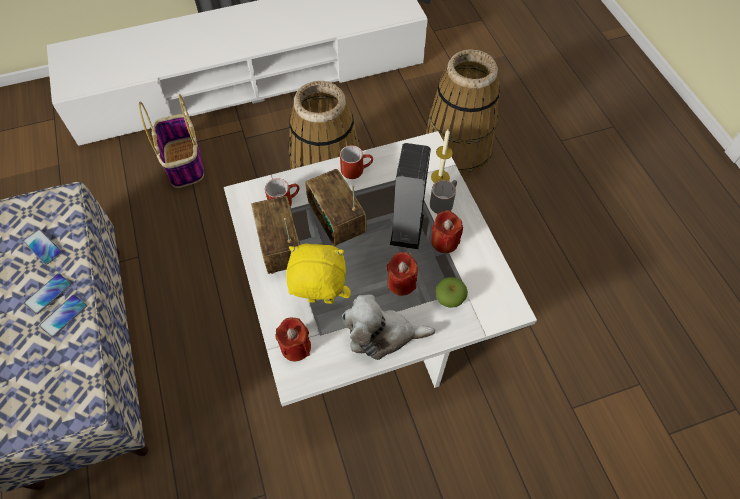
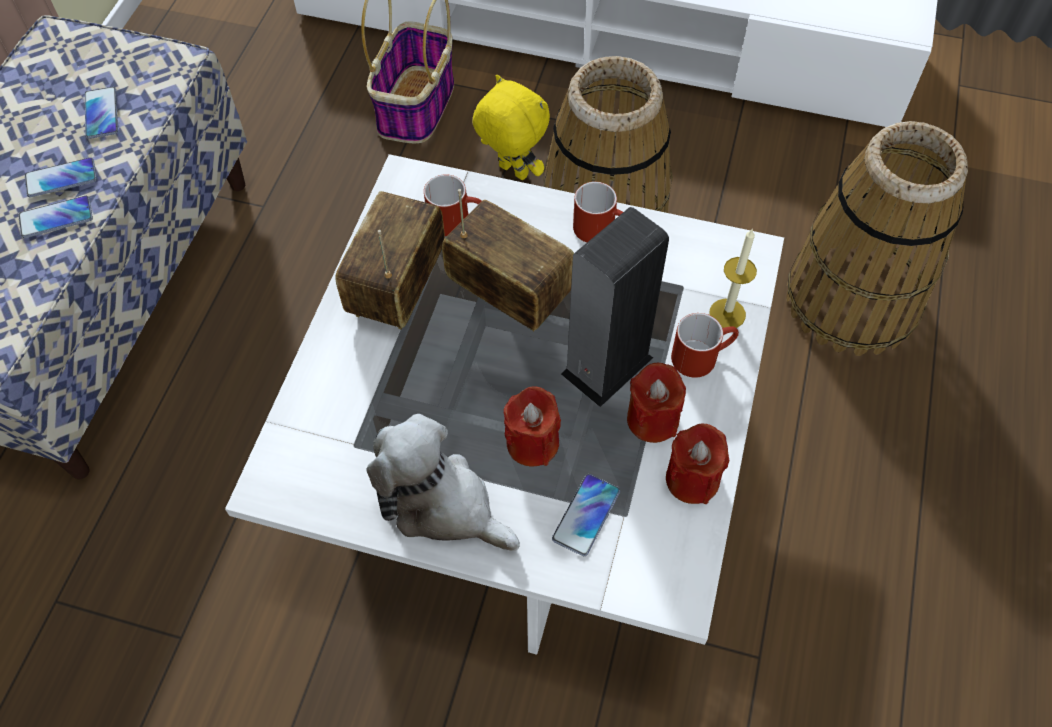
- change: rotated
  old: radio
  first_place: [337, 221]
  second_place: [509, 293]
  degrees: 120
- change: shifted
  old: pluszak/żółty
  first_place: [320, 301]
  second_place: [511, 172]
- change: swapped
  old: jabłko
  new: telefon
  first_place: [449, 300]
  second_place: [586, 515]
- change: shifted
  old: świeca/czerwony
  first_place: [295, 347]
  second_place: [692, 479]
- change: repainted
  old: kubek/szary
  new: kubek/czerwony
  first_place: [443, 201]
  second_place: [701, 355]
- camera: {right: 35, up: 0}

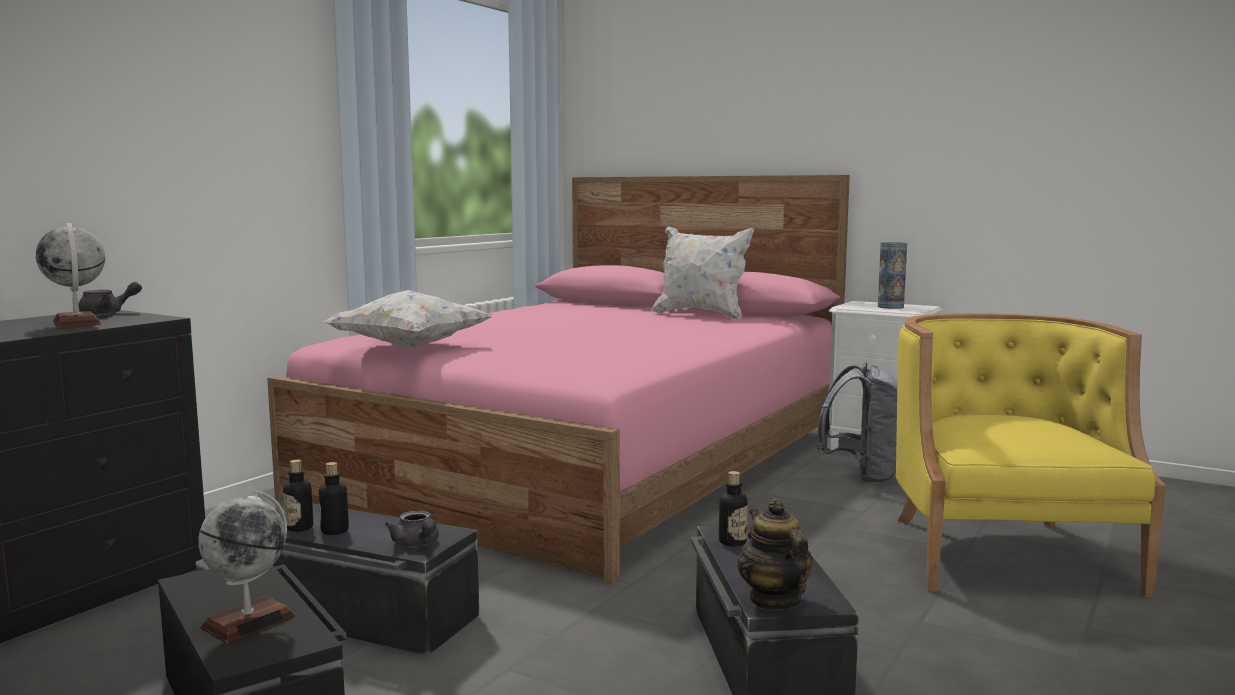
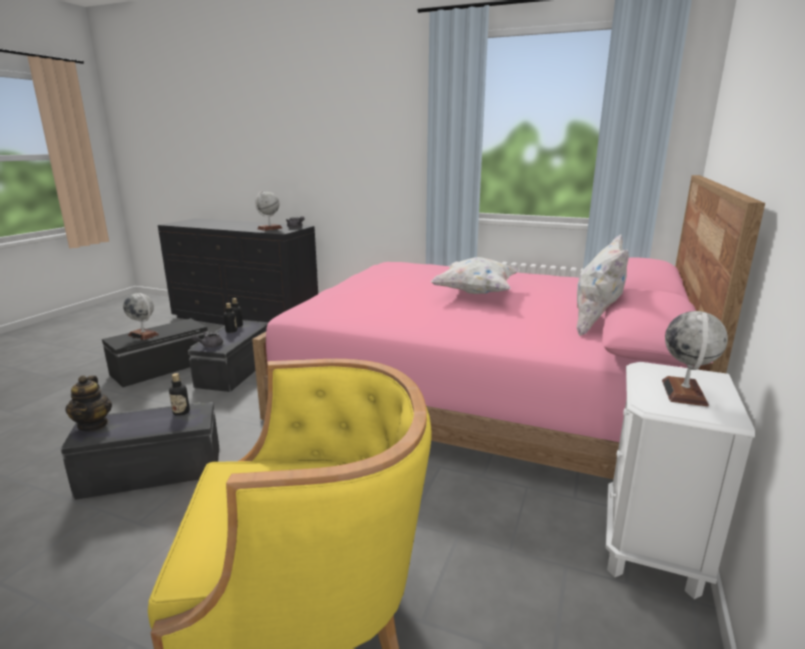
- change: rotated
  old: imbryk
  first_place: [773, 600]
  second_place: [93, 424]
  degrees: 105
- change: shifted
  old: poduszka/biały
  first_place: [409, 347]
  second_place: [476, 293]
- change: swapped
  old: wazon
  new: globus
  first_place: [890, 307]
  second_place: [684, 393]
- change: gone
  old: plecak/szary
  first_place: [863, 476]
- camera: {right: 80, up: 10}

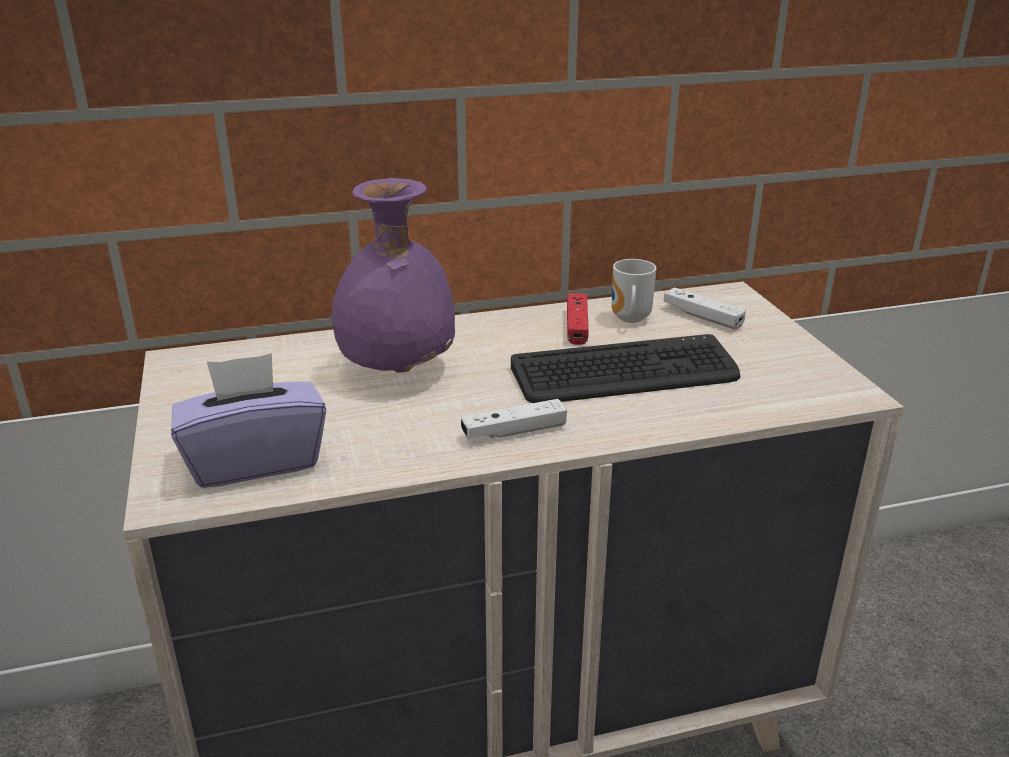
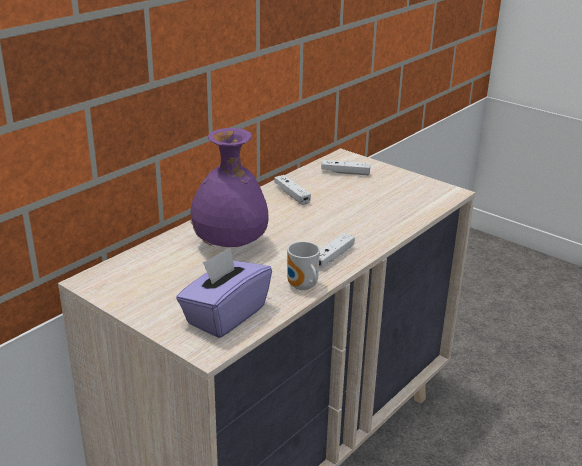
- change: repainted
  old: pad do gier/czerwony
  new: pad do gier/biały
  first_place: [577, 326]
  second_place: [292, 195]
- change: shifted
  old: kubek
  first_place: [628, 319]
  second_place: [302, 287]
- change: gone
  old: klawiatura
  first_place: [625, 373]
- camera: {right: -35, up: 0}

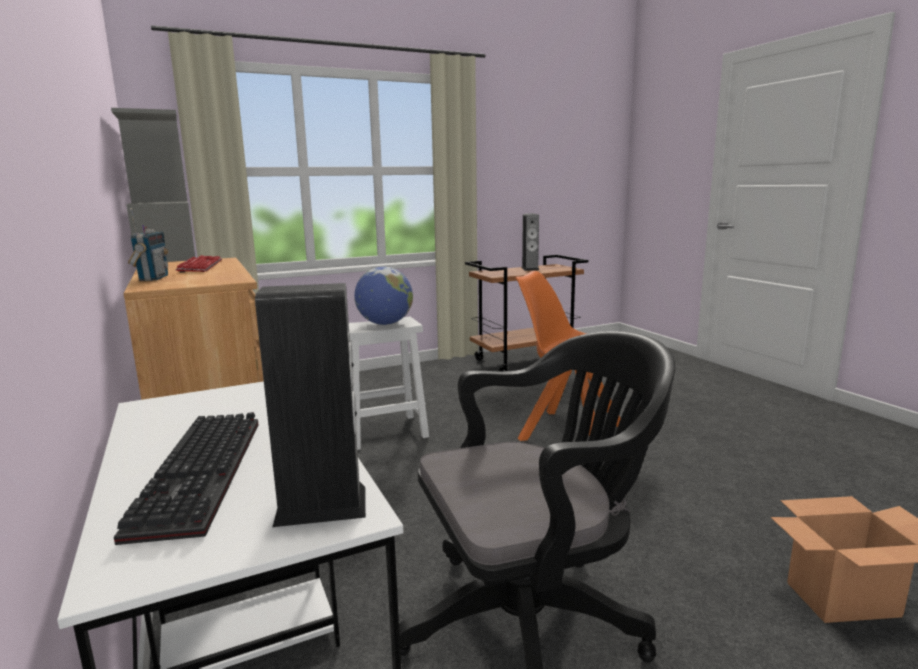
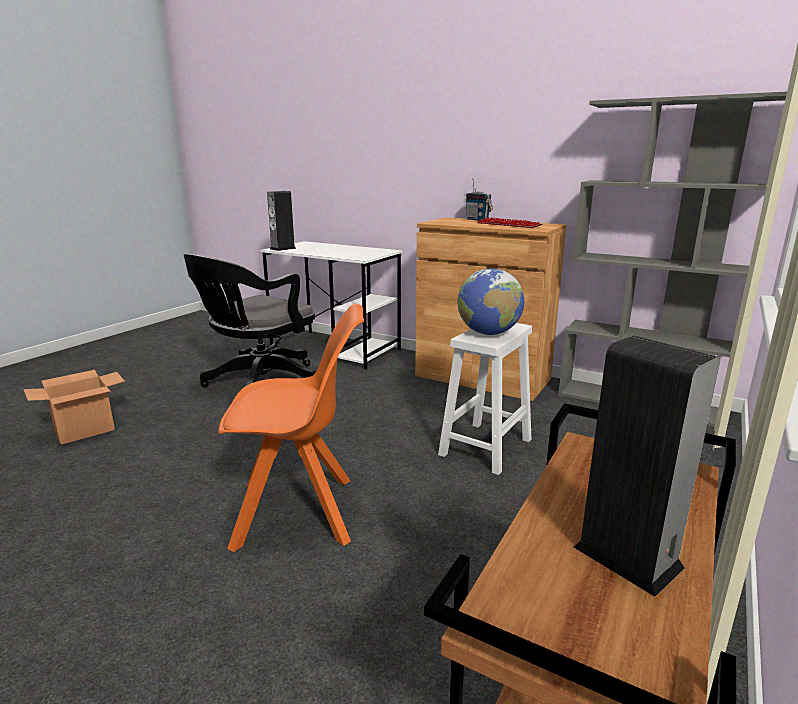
- change: gone
  old: klawiatura
  first_place: [204, 475]
- camera: {right: 145, up: 5}

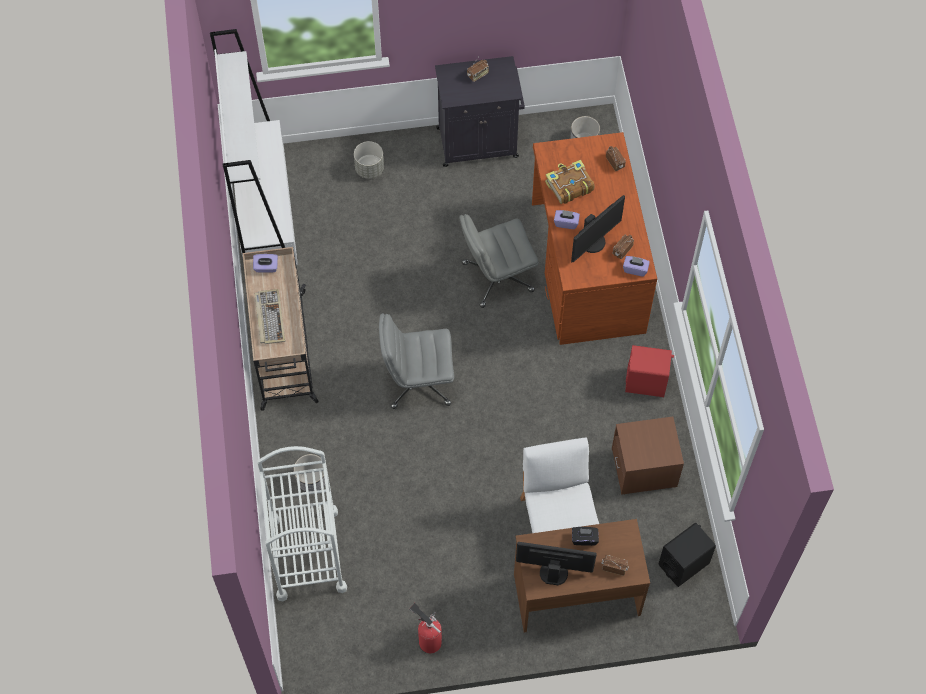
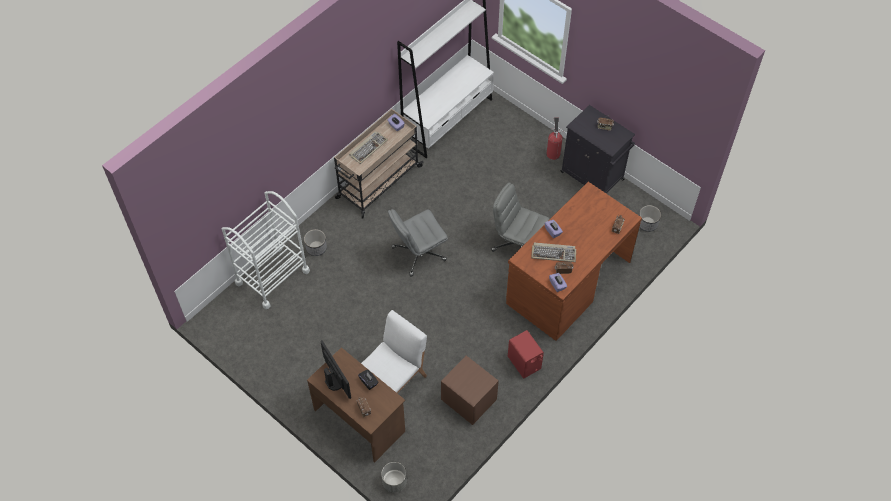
- change: shifted
  old: donica/szary
  first_place: [369, 169]
  second_place: [394, 482]
- change: rotated
  old: krzesło biurowe/szary
  first_place: [418, 381]
  second_place: [418, 254]
  degrees: -75
- change: swapped
  old: monitor
  new: klawiatura
  first_place: [593, 242]
  second_place: [554, 253]
- change: shifted
  old: gaśnica
  first_place: [428, 640]
  second_place: [553, 152]
- change: gone
  old: książka
  first_place: [568, 186]
- change: gone
  old: głośnik/czarny
  first_place: [684, 564]
- camera: {right: 50, up: -5}

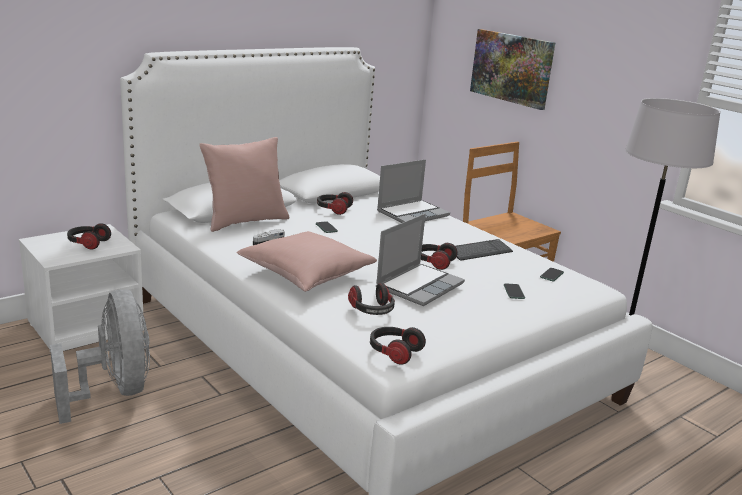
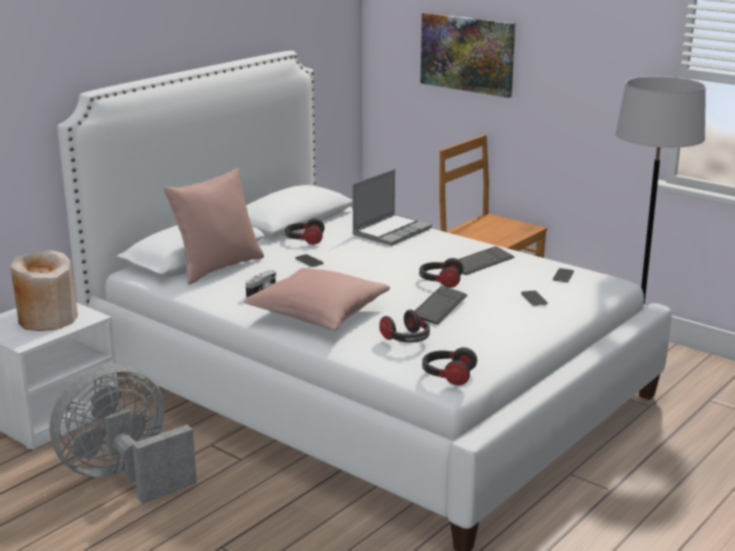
- change: swapped
  old: słuchawki
  new: wazon/beżowy
  first_place: [87, 243]
  second_place: [47, 319]
- change: rotated
  old: wentylator/szary
  first_place: [113, 392]
  second_place: [124, 476]
  degrees: -90
- change: swapped
  old: laptop
  new: klawiatura
  first_place: [419, 285]
  second_place: [439, 307]
- camera: {right: -10, up: 0}

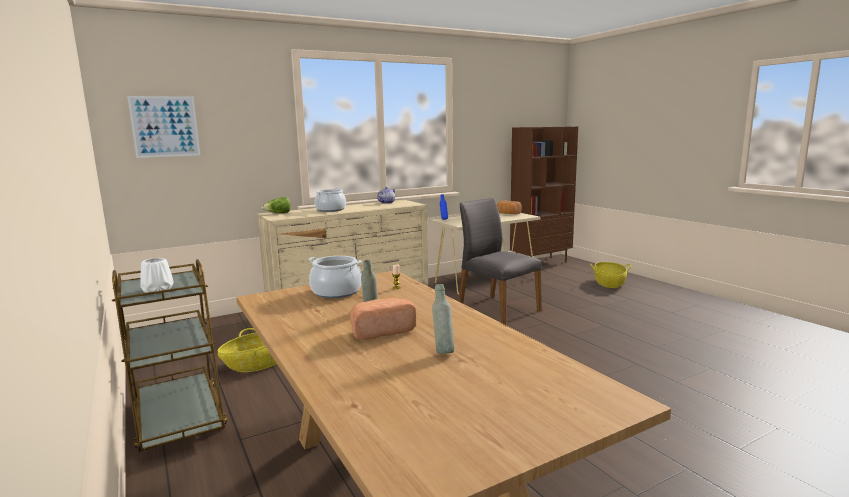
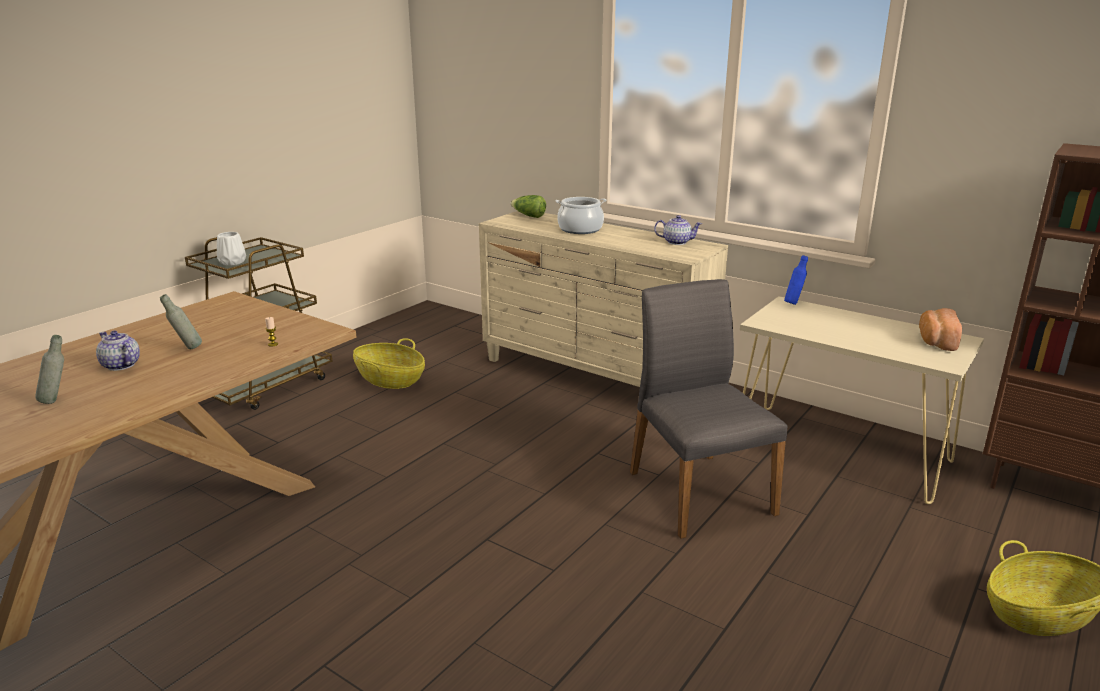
- change: swapped
  old: chleb
  new: imbryk
  first_place: [381, 331]
  second_place: [120, 365]
- change: rotated
  old: krzesło/szary
  first_place: [497, 309]
  second_place: [697, 492]
  degrees: -45
- change: gone
  old: obraz
  first_place: [165, 126]
- change: gone
  old: garnek
  first_place: [336, 292]
- camera: {right: 65, up: 10}

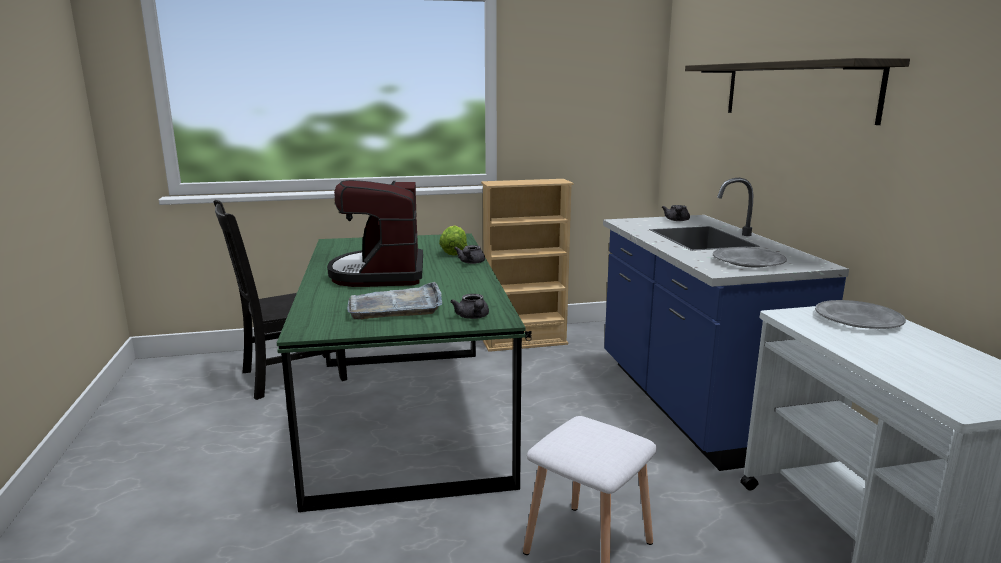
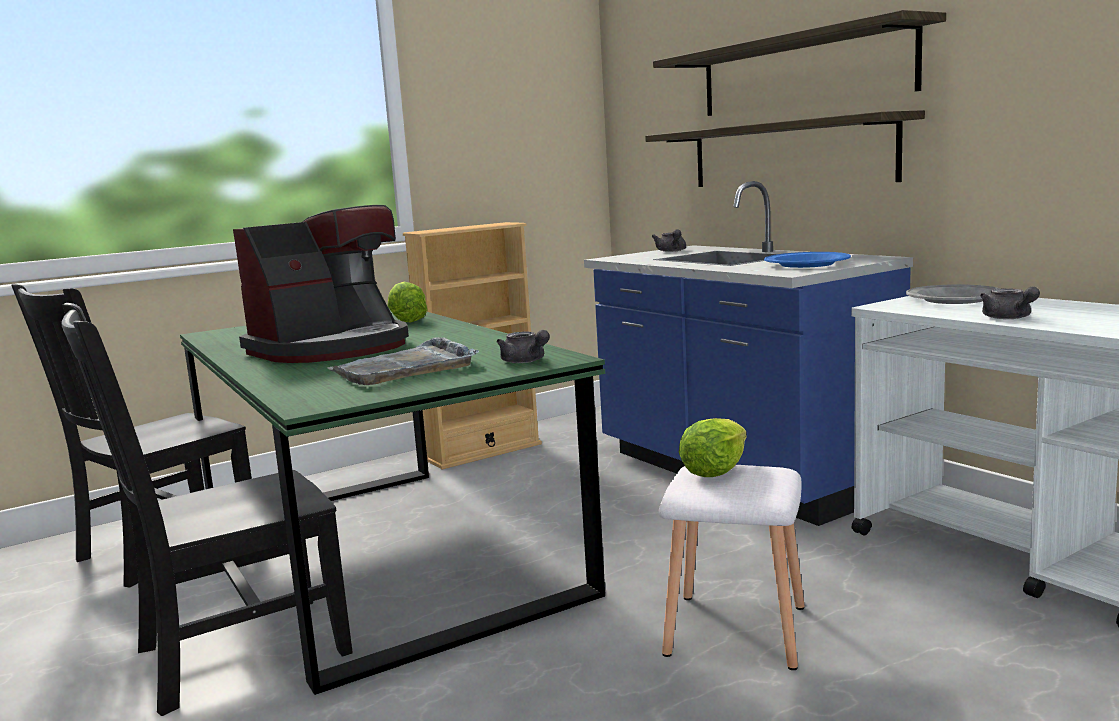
- change: new
  new: krzesło/czarny
  second_place: [234, 653]
- change: rotated
  old: ekspres do kawy
  first_place: [380, 274]
  second_place: [332, 348]
  degrees: -105
- change: new
  new: półka
  second_place: [788, 154]
- change: new
  new: sałata
  second_place: [714, 471]
- change: repainted
  old: talerz/szary
  new: talerz/niebieski
  first_place: [748, 262]
  second_place: [807, 264]
- change: shifted
  old: imbryk/szary
  first_place: [470, 262]
  second_place: [1009, 318]
- camera: {right: -20, up: -5}

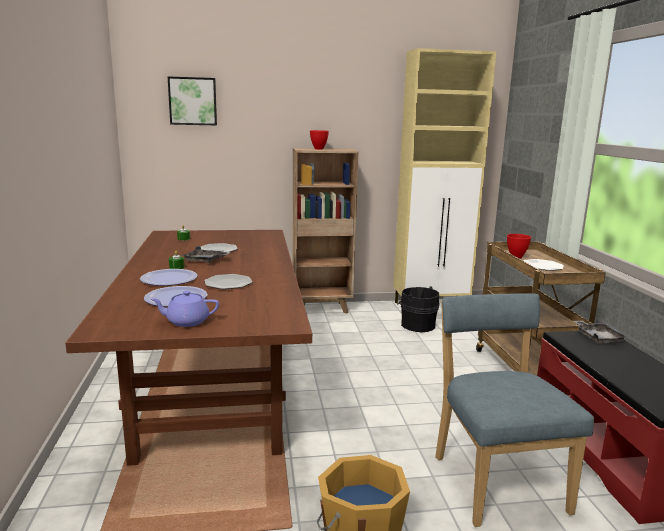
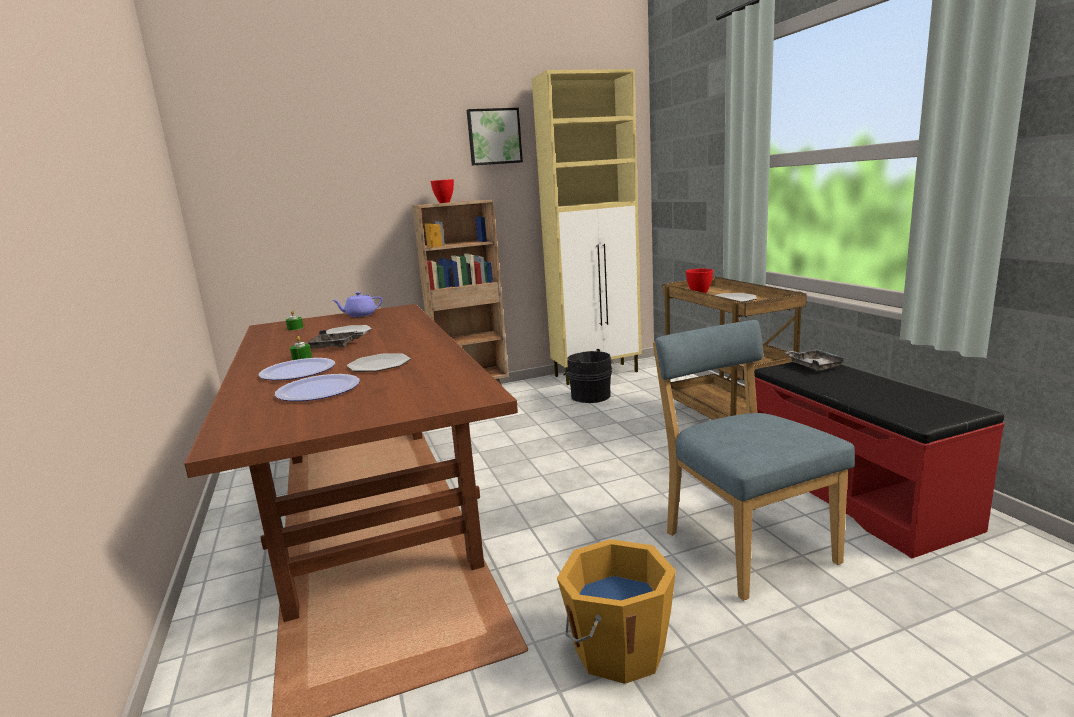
- change: shifted
  old: imbryk/fioletowy
  first_place: [186, 322]
  second_place: [360, 315]
- change: shifted
  old: obraz
  first_place: [193, 101]
  second_place: [494, 136]
- camera: {right: -10, up: 0}

